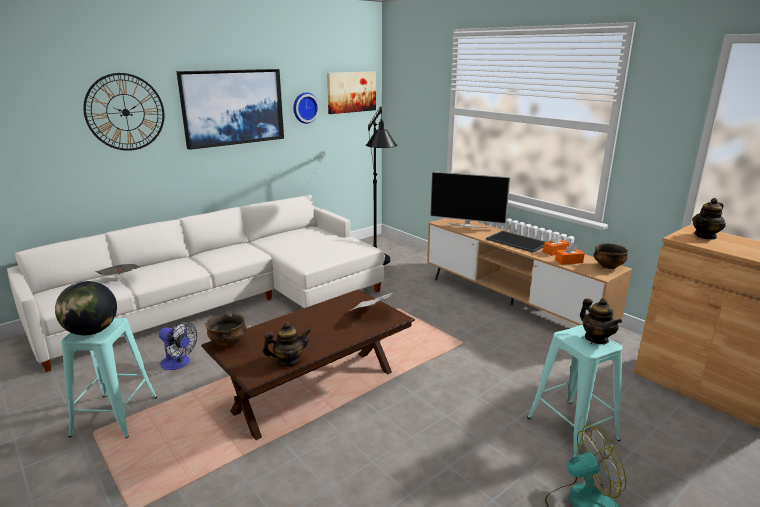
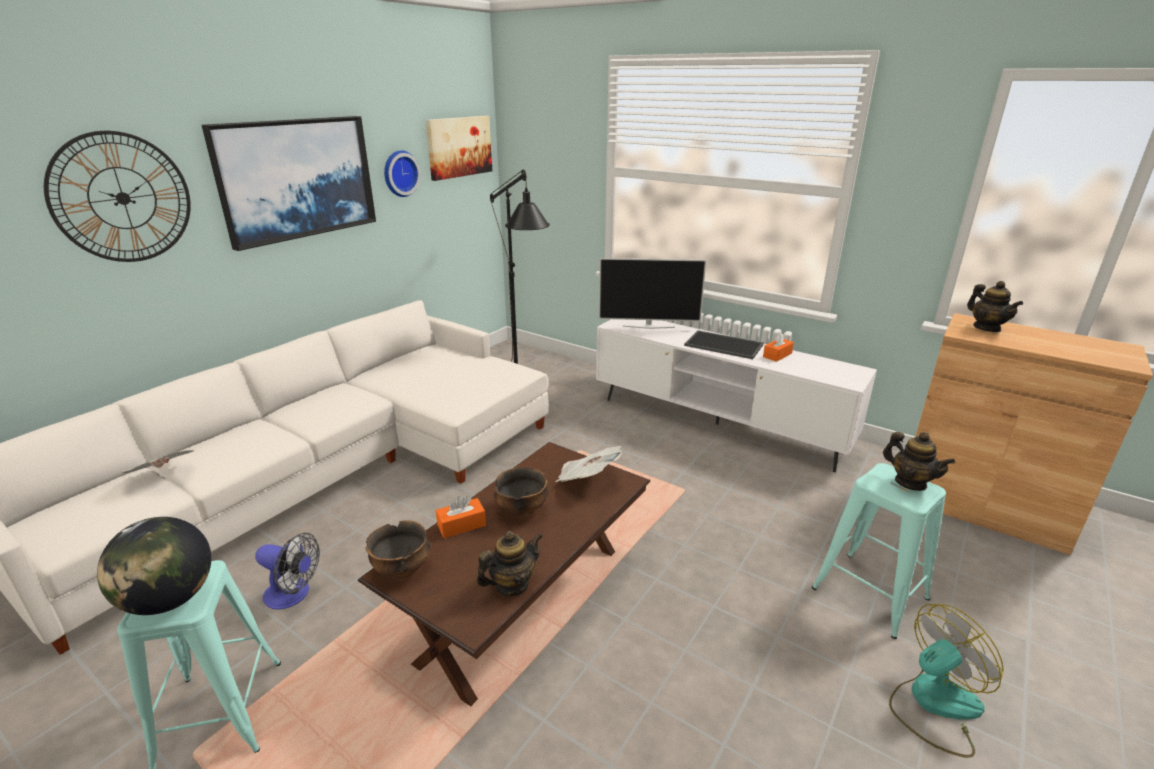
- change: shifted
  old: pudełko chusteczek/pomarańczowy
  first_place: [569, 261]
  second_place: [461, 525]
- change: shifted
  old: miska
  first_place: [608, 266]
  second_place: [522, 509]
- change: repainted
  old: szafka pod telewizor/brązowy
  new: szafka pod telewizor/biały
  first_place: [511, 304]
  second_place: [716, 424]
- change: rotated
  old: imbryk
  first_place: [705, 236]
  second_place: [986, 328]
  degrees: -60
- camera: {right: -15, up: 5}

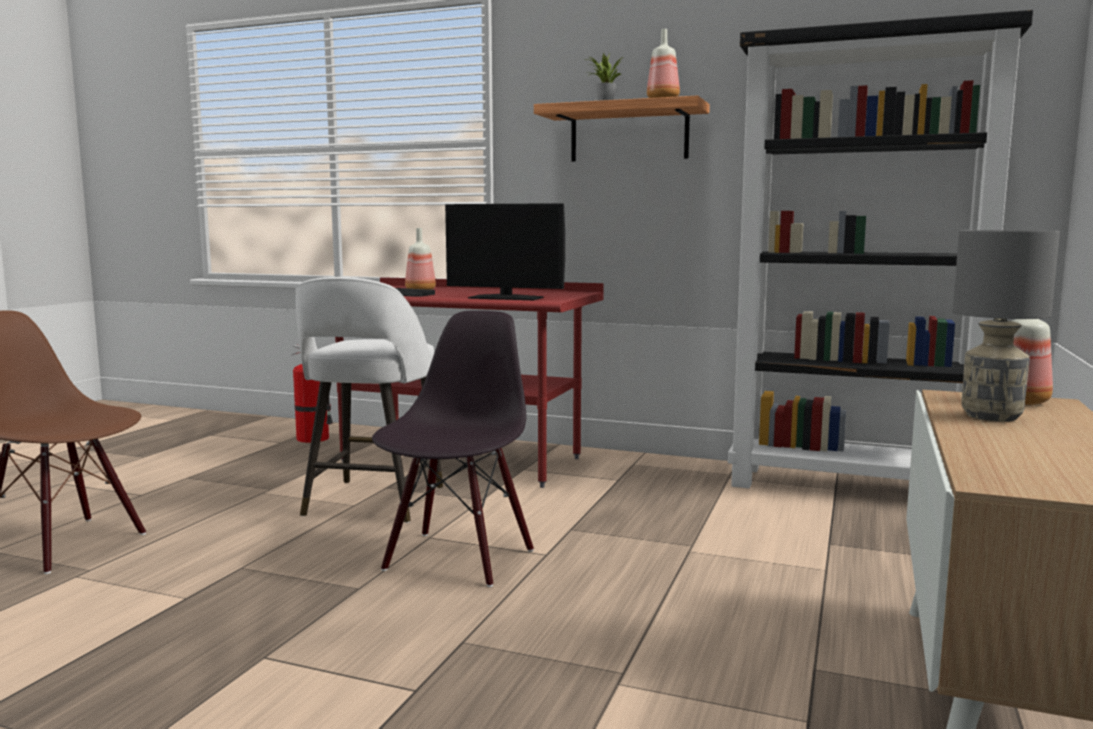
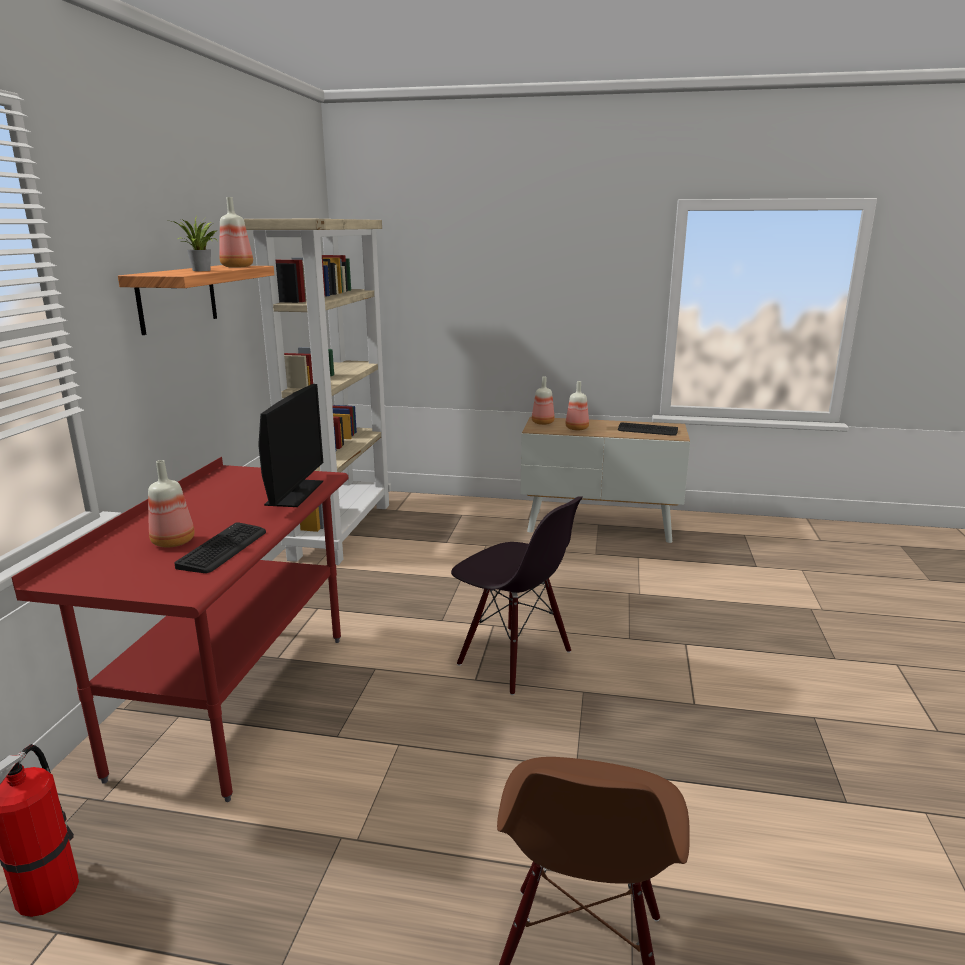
- change: repainted
  old: regał/czarny
  new: regał/beżowy
  first_place: [851, 487]
  second_place: [341, 530]
- change: rotated
  old: krzesło/czarny
  first_place: [457, 558]
  second_place: [514, 659]
  degrees: -150
- change: swapped
  old: lampa stołowa/szary
  new: butelka
  first_place: [992, 416]
  second_place: [576, 428]
- change: new
  new: klawiatura
  second_place: [647, 430]
- change: gone
  old: stołek/biały
  first_place: [372, 502]
- camera: {right: -100, up: 10}

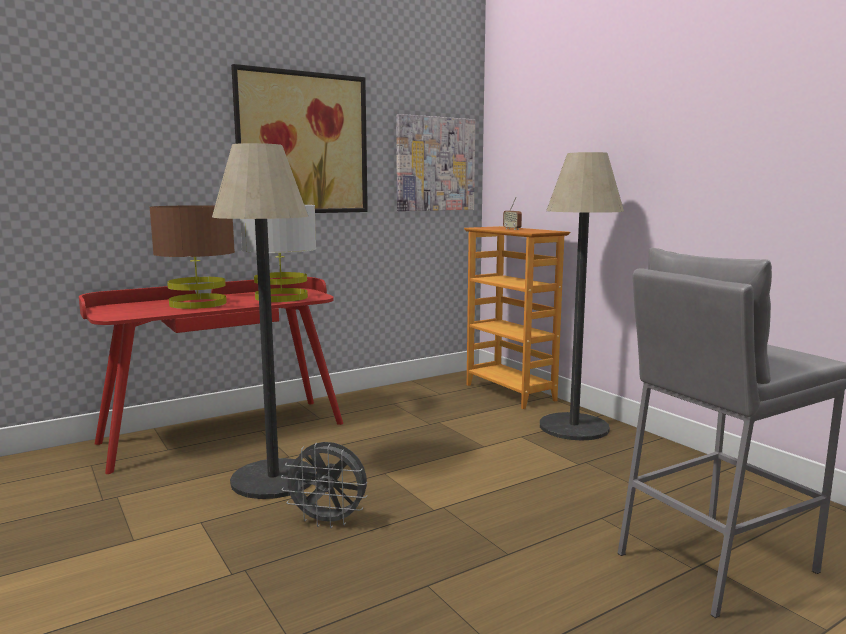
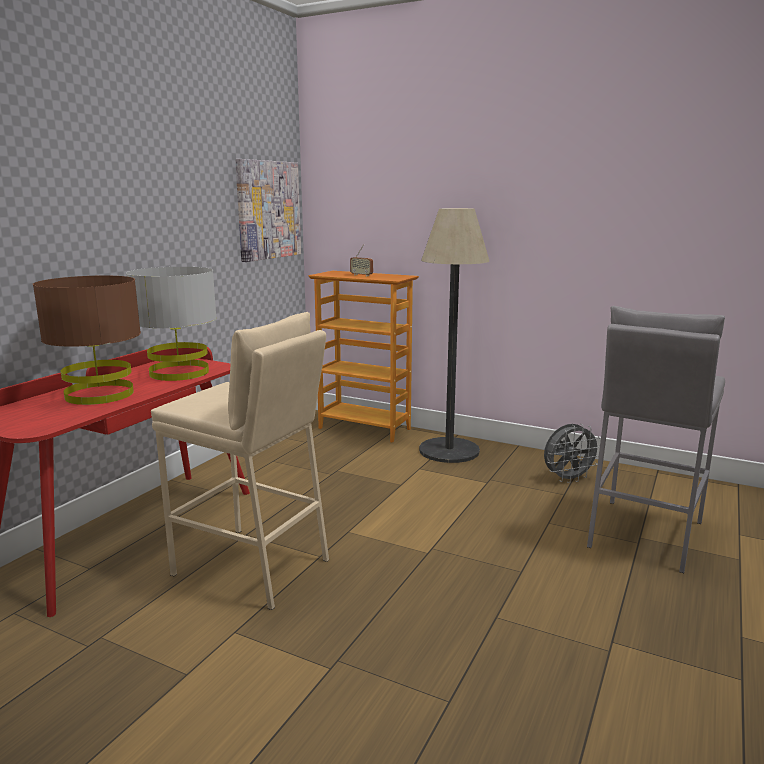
- change: swapped
  old: lampa stojąca
  new: stołek/beżowy
  first_place: [273, 479]
  second_place: [252, 567]
- change: shifted
  old: wentylator/szary
  first_place: [329, 521]
  second_place: [568, 479]
- change: gone
  old: obraz
  first_place: [302, 144]
- camera: {right: -30, up: 5}

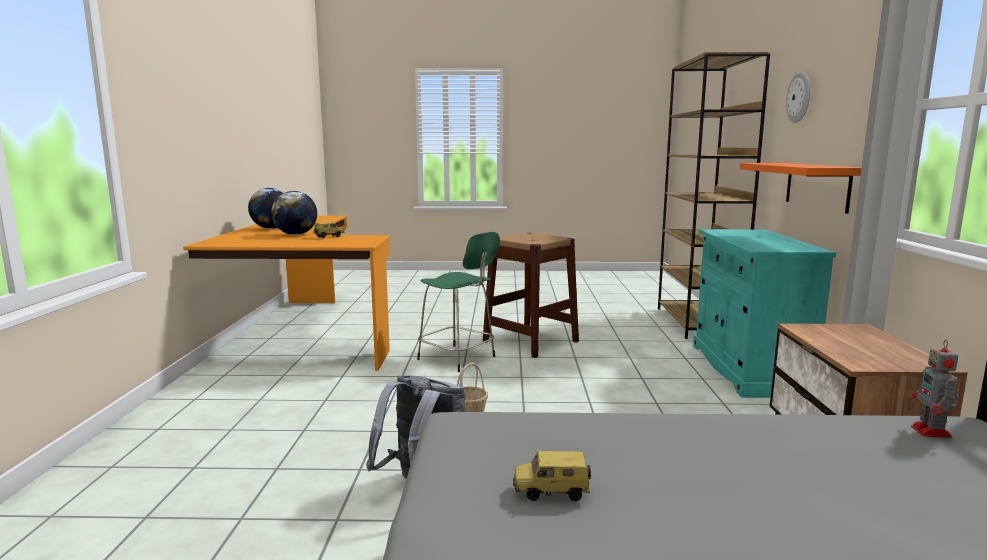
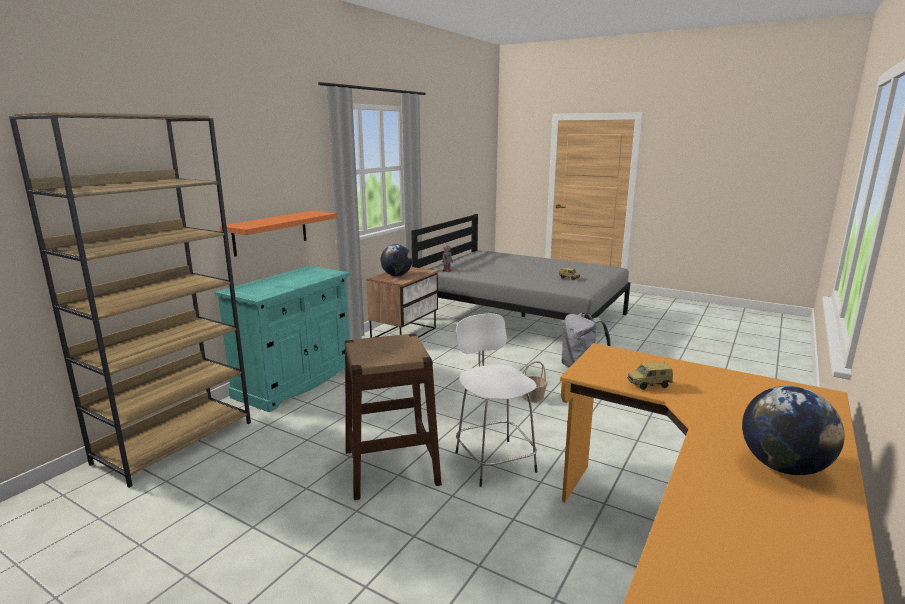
- change: shifted
  old: globus
  first_place: [296, 234]
  second_place: [396, 275]
- change: repainted
  old: stołek/zielony
  new: stołek/biały
  first_place: [458, 359]
  second_place: [493, 460]
- change: gone
  old: zegar ścienny
  first_place: [799, 97]
- camera: {right: -150, up: 5}

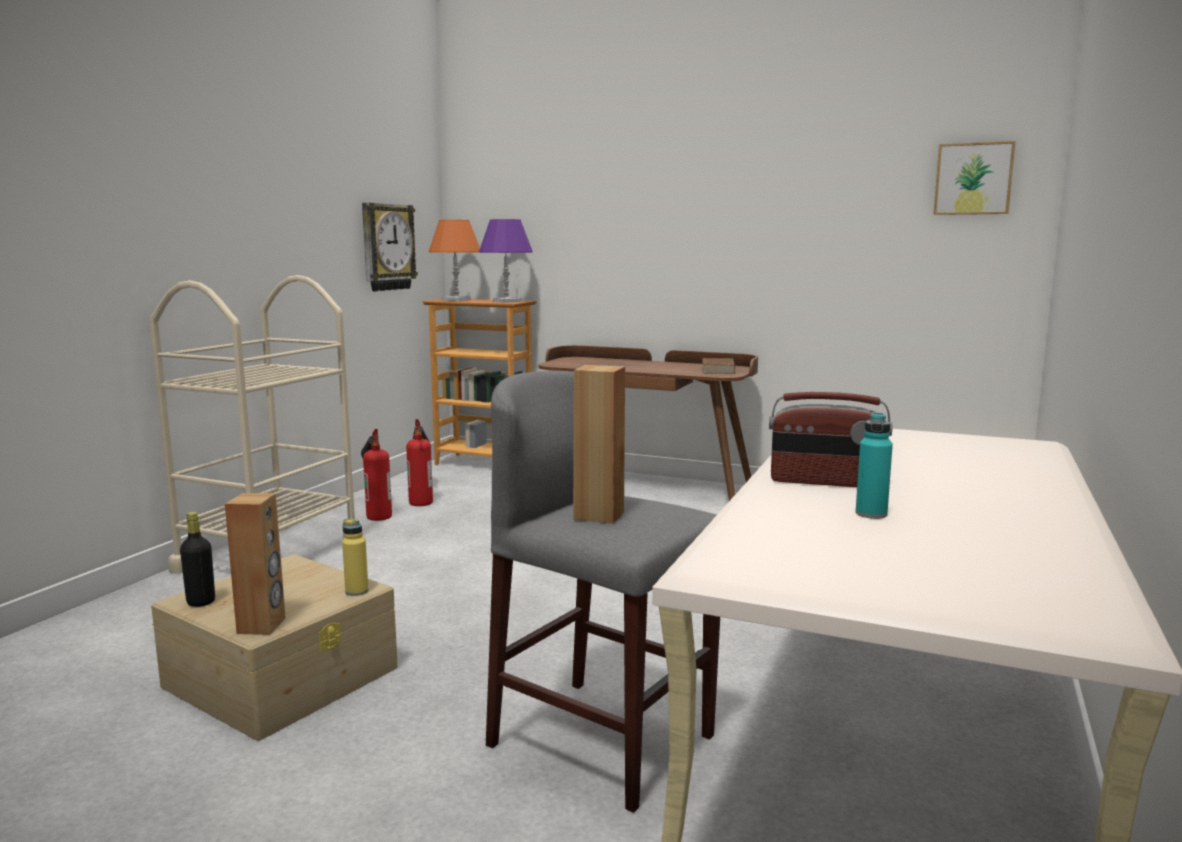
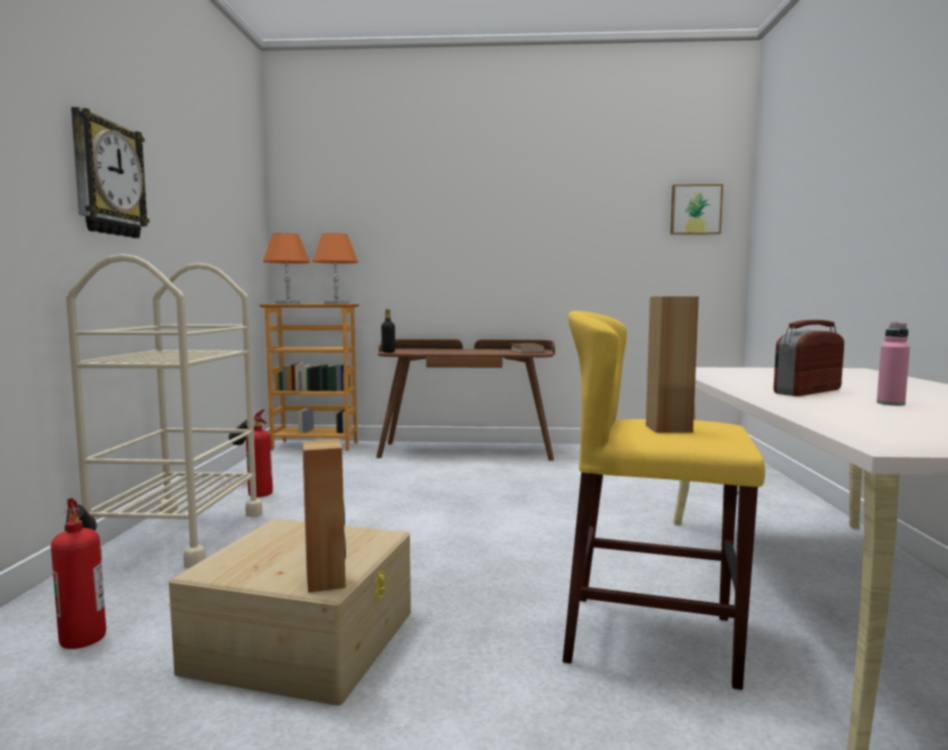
- change: shifted
  old: gaśnica
  first_place: [421, 496]
  second_place: [84, 621]
- change: shifted
  old: zegar ścienny
  first_place: [387, 247]
  second_place: [107, 178]
- change: repainted
  old: lampa stołowa/fioletowy
  new: lampa stołowa/pomarańczowy
  first_place: [507, 301]
  second_place: [336, 303]
- change: shifted
  old: butelka/czarny
  first_place: [201, 602]
  second_place: [388, 352]
- change: repainted
  old: stołek/szary
  new: stołek/żółty
  first_place: [602, 741]
  second_place: [651, 638]
- change: rotated
  old: radio
  first_place: [826, 482]
  second_place: [806, 392]
  degrees: 150
- change: repainted
  old: butelka/turkusowy
  new: butelka/różowy
  first_place: [871, 514]
  second_place: [890, 403]
- change: gone
  old: butelka/żółty
  first_place: [357, 591]
- camera: {right: -20, up: -5}

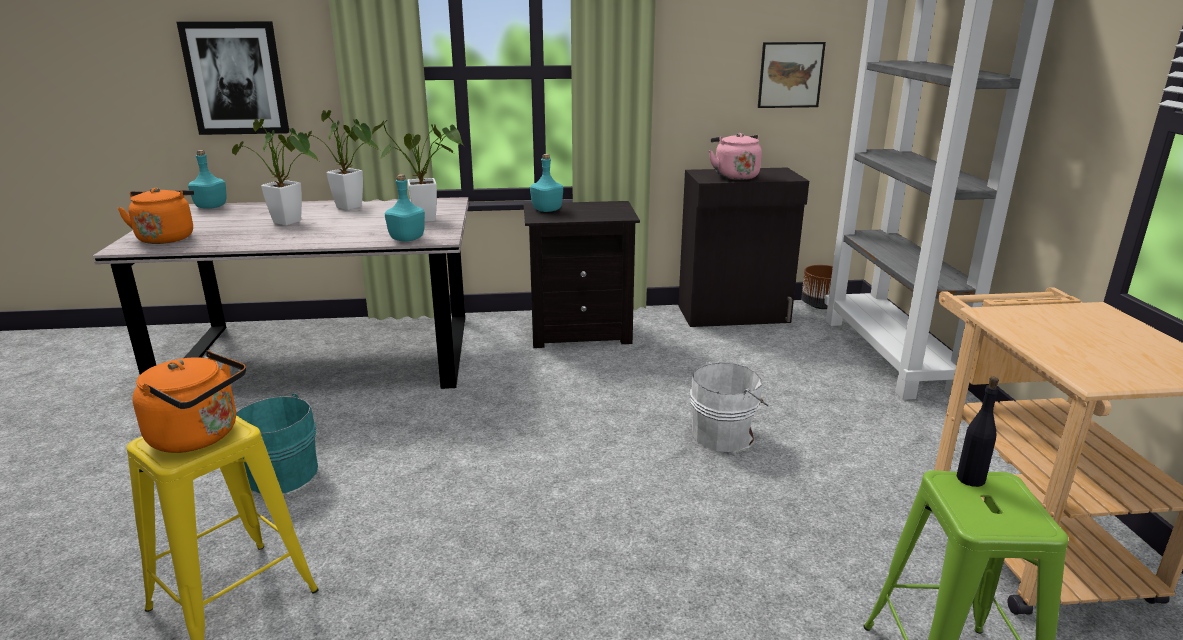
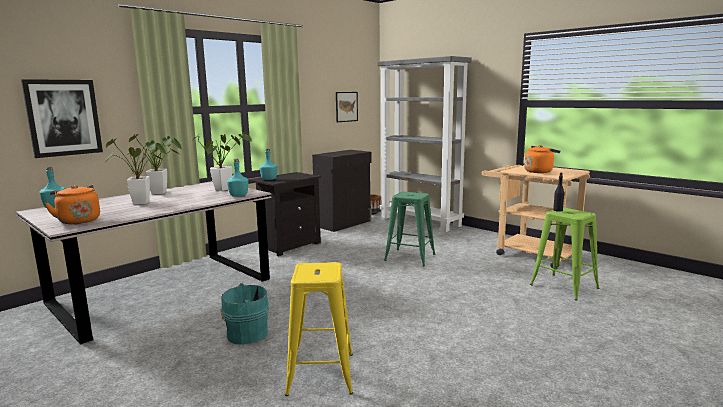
- change: swapped
  old: wiadro/biały
  new: stołek/zielony
  first_place: [725, 434]
  second_place: [409, 257]
- change: shifted
  old: czajnik/pomarańczowy
  first_place: [200, 436]
  second_place: [539, 171]
- change: gone
  old: czajnik/różowy
  first_place: [734, 176]
- camera: {right: -40, up: -10}

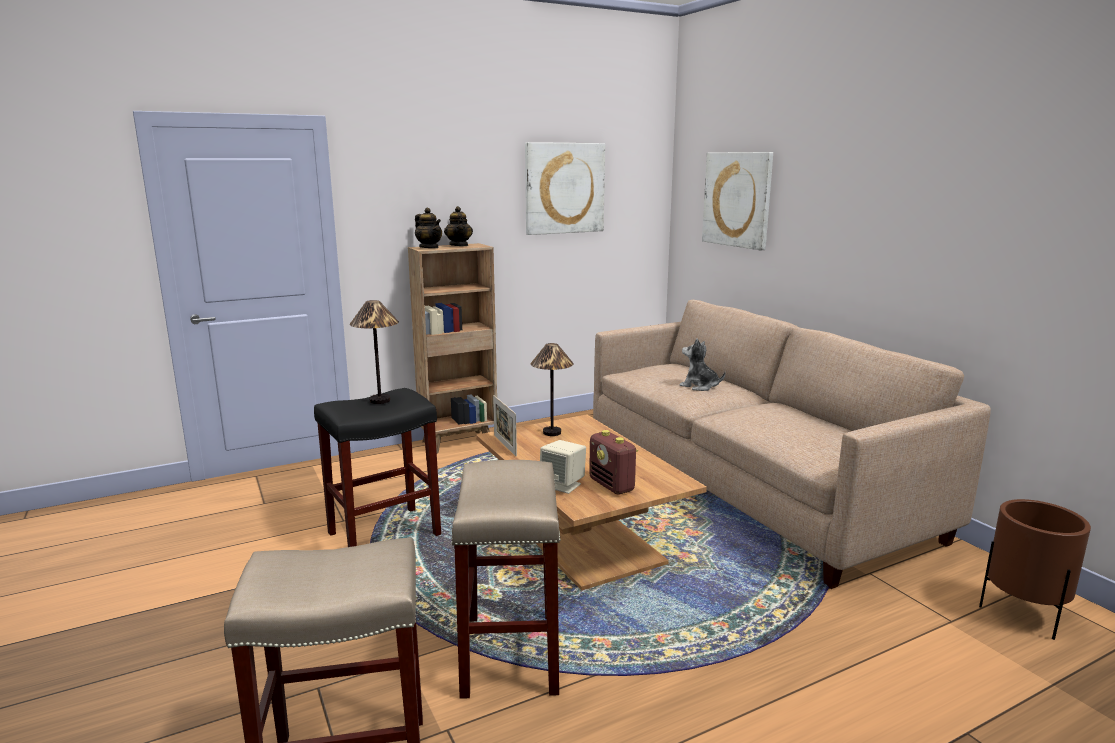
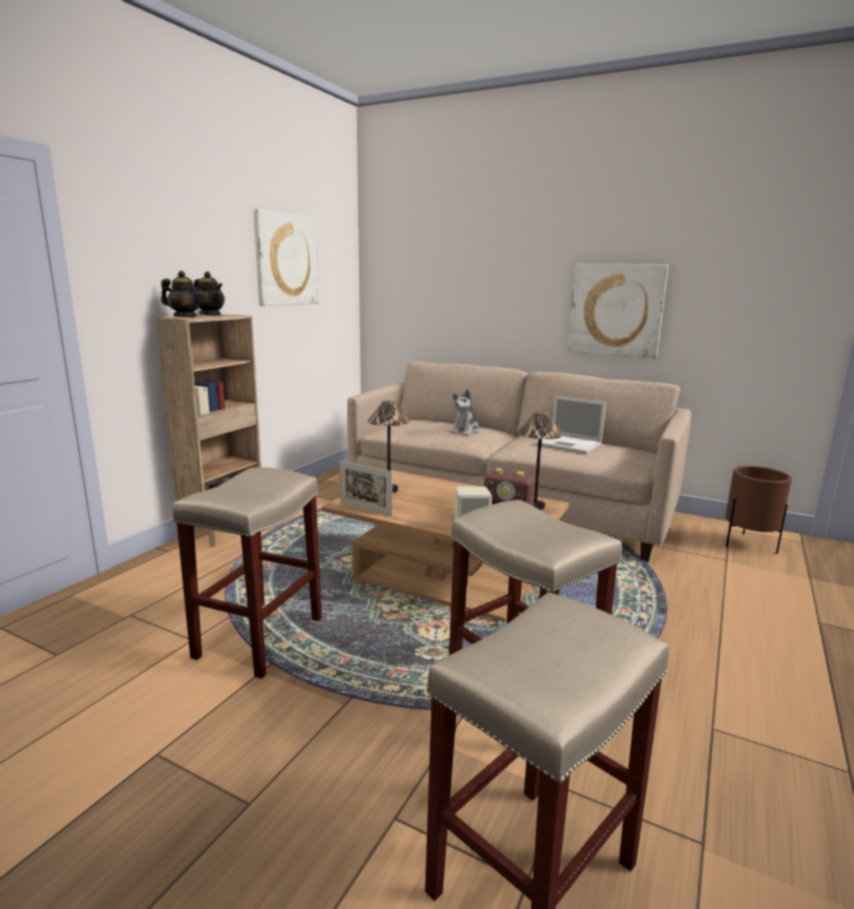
- change: repainted
  old: stołek/czarny
  new: stołek/beżowy
  first_place: [385, 533]
  second_place: [260, 636]
- change: rotated
  old: pluszak
  first_place: [699, 386]
  second_place: [466, 431]
  degrees: -60
- change: shifted
  old: lampa stołowa
  first_place: [380, 401]
  second_place: [535, 506]
- change: new
  new: laptop
  second_place: [569, 444]
- change: shifted
  old: obraz
  first_place: [737, 199]
  second_place: [616, 310]
- camera: {right: -35, up: 0}

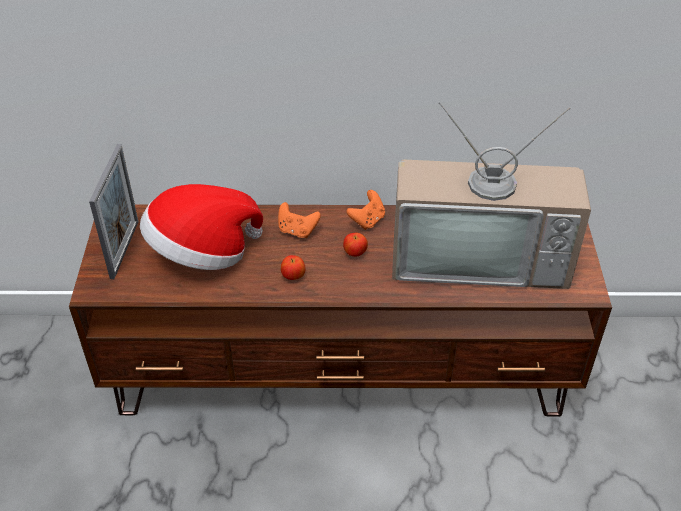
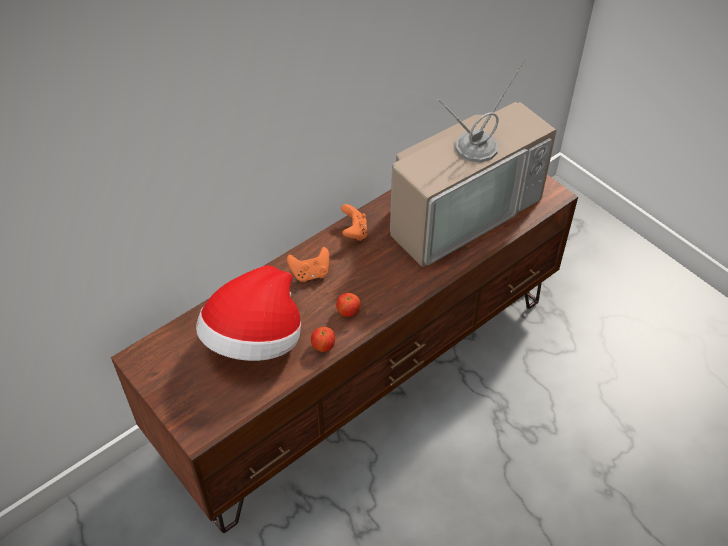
- change: shifted
  old: jabłko
  first_place: [355, 253]
  second_place: [323, 346]
- change: gone
  old: ramka na zdjęcie
  first_place: [124, 249]
- camera: {right: -40, up: 5}

